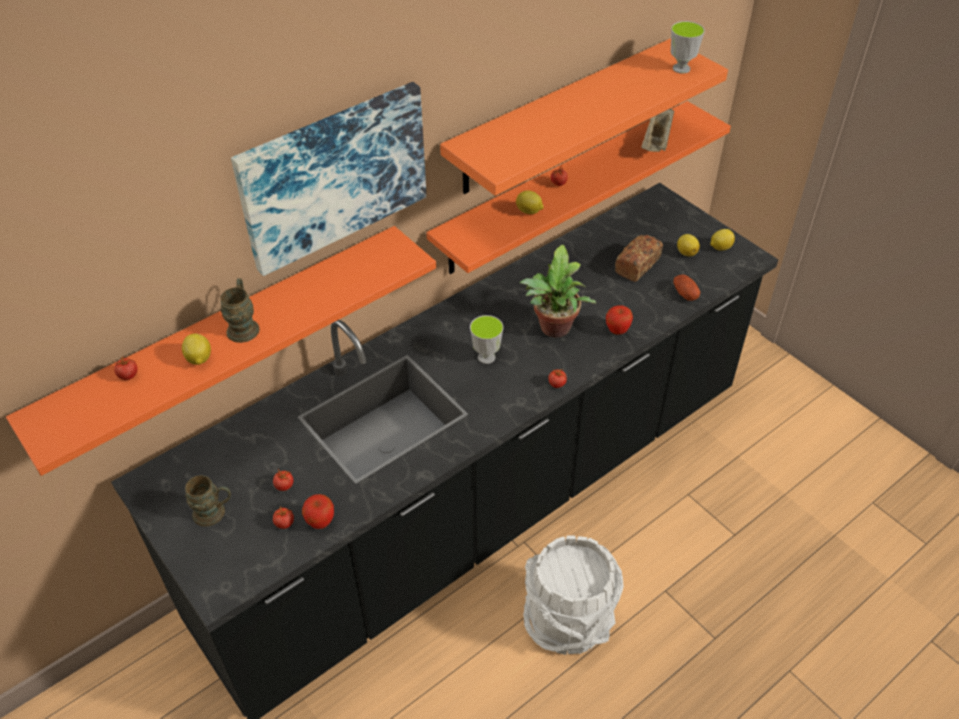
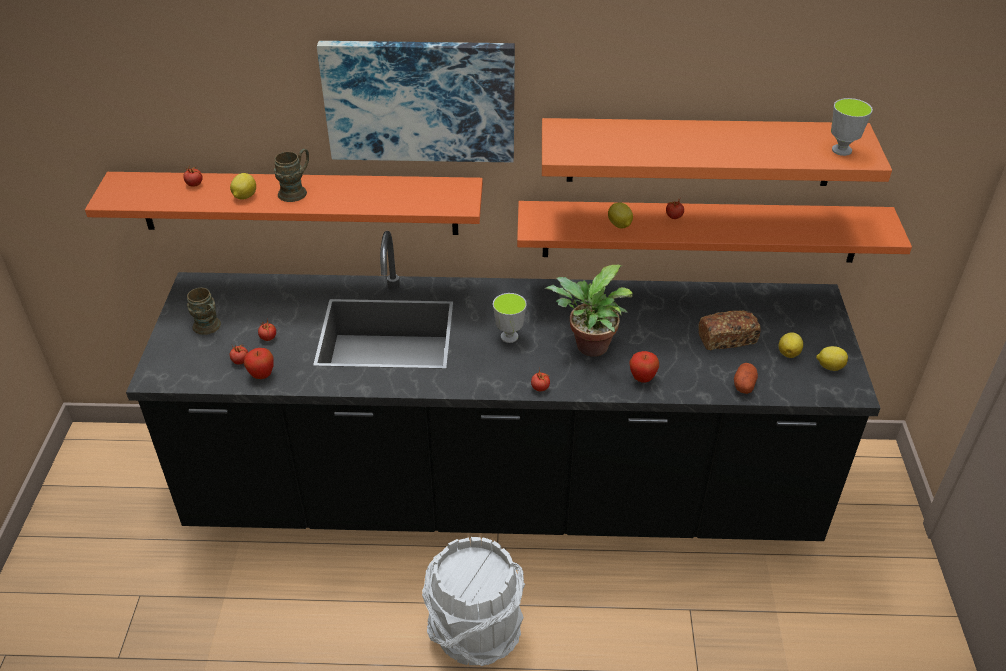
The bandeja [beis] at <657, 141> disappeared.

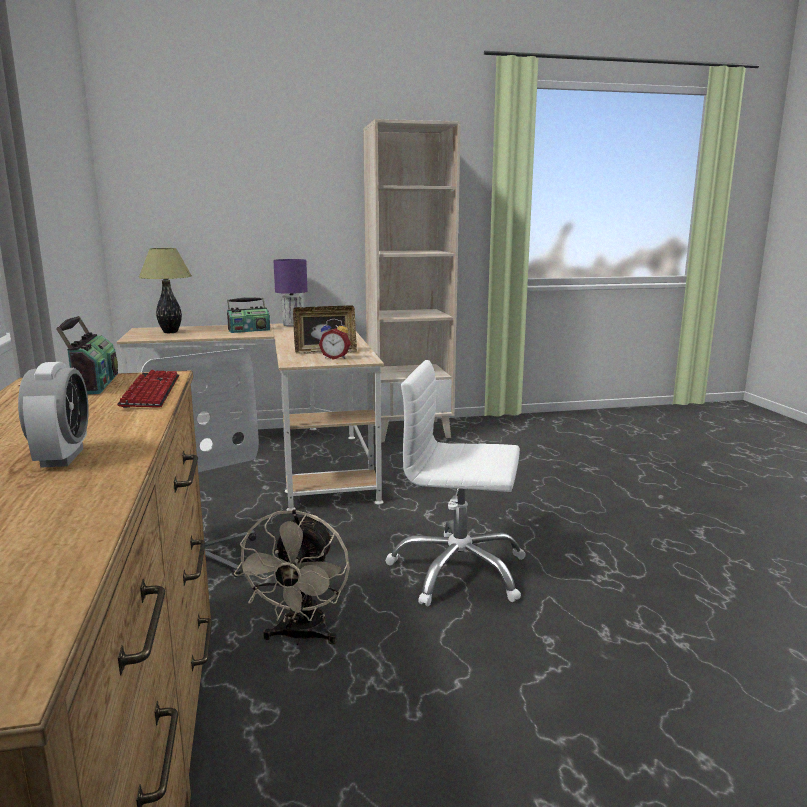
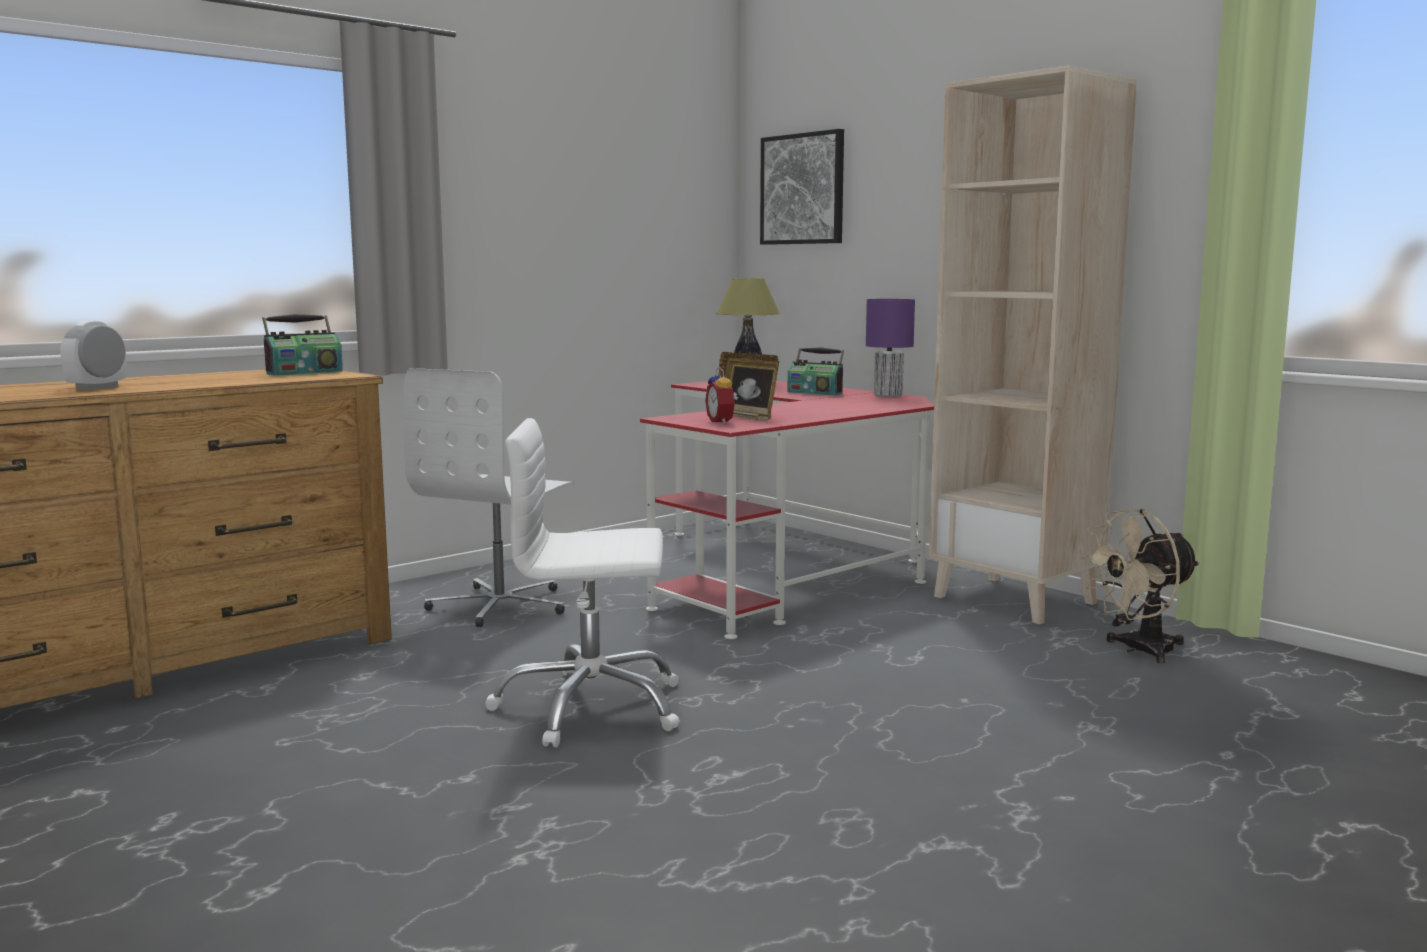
The teclado at <151, 392> disappeared.
The cuadro at <803, 189> appeared.
The ventilador [beis] moved from <301, 636> to <1138, 650>.
The escritorio [beis] at <274, 456> became the escritorio [rojo] at <789, 569>.
The despertador at <62, 458> turned 150 degrees clockwise.
The silla de oficina [blanco] at <458, 571> turned 75 degrees counterclockwise.

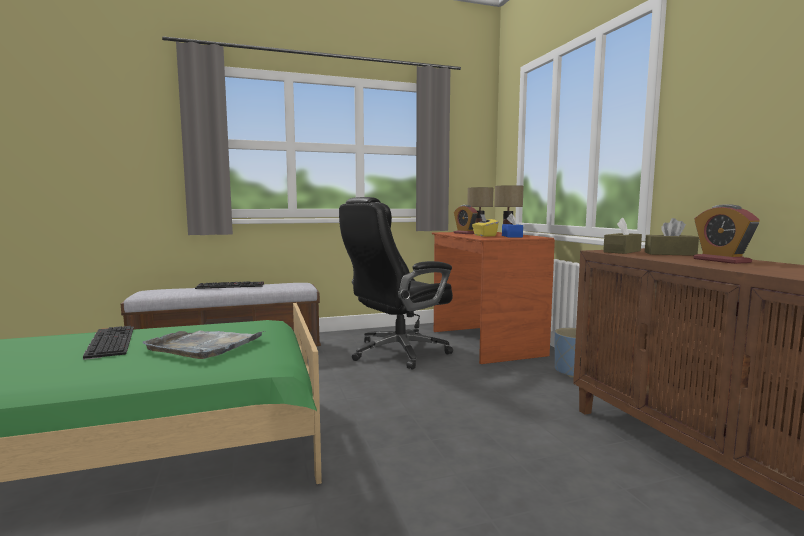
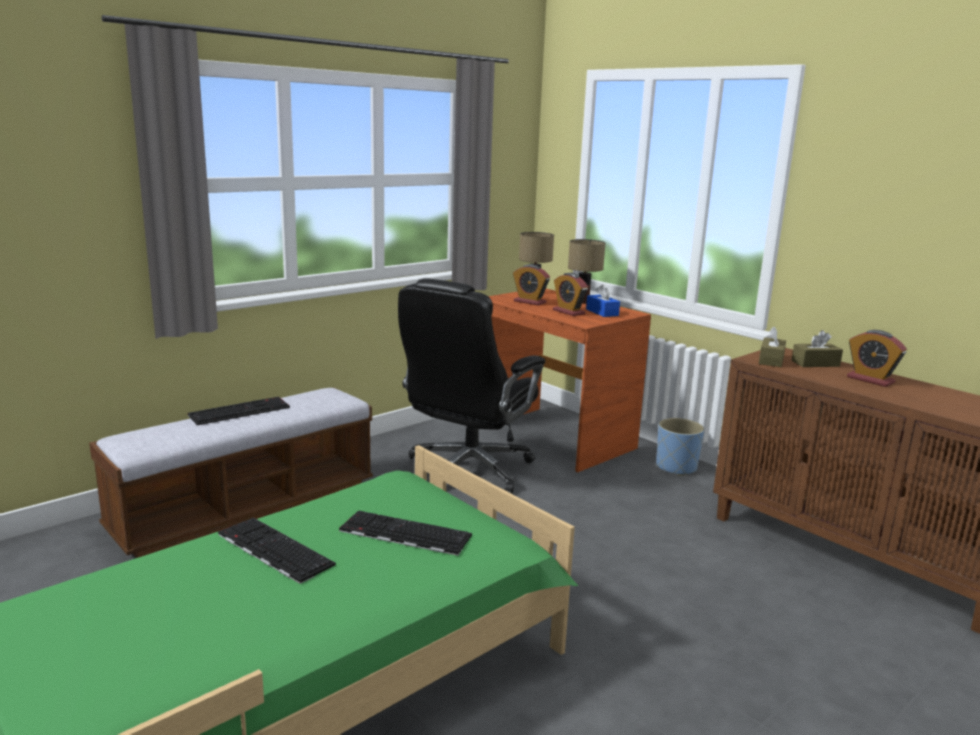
The bandeja [gris] at <204, 346> was replaced by the teclado at <403, 534>.
The caja de pañuelos [amarillo] at <484, 235> was replaced by the despertador at <568, 312>.

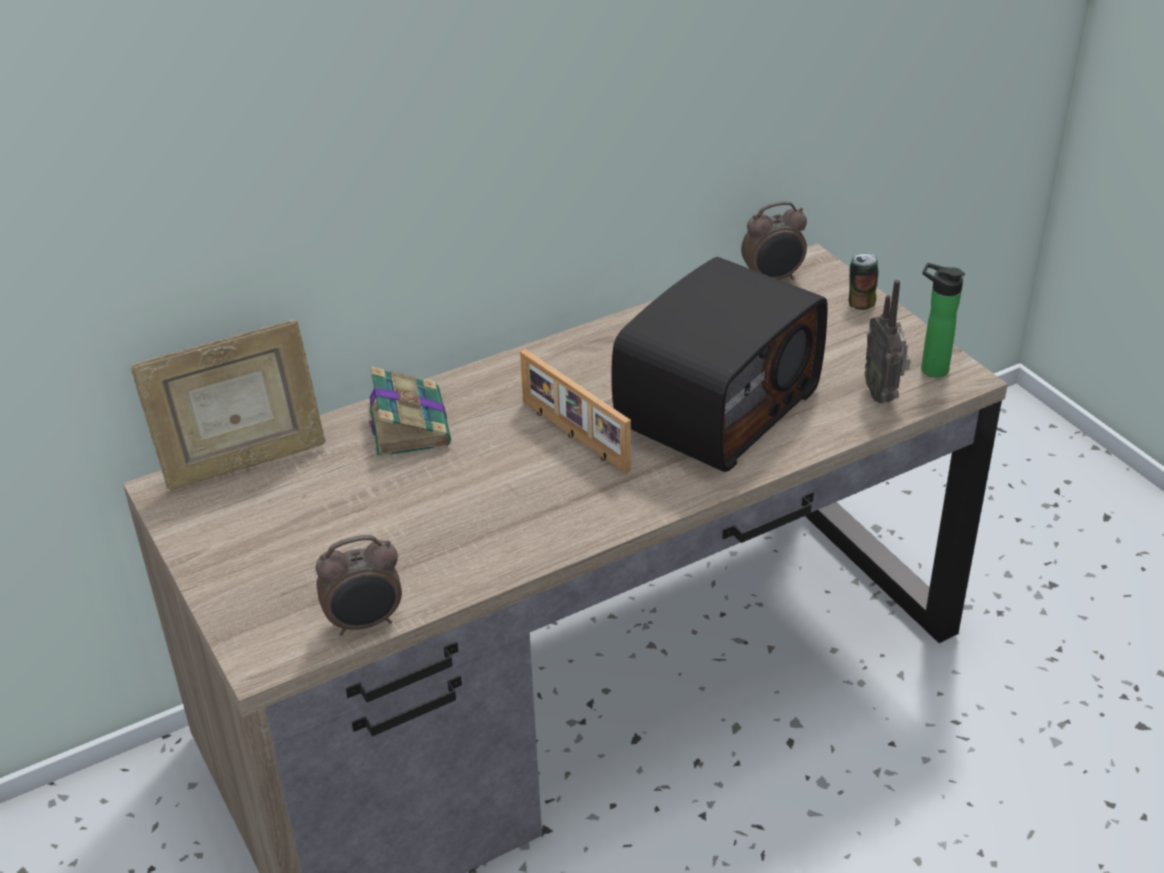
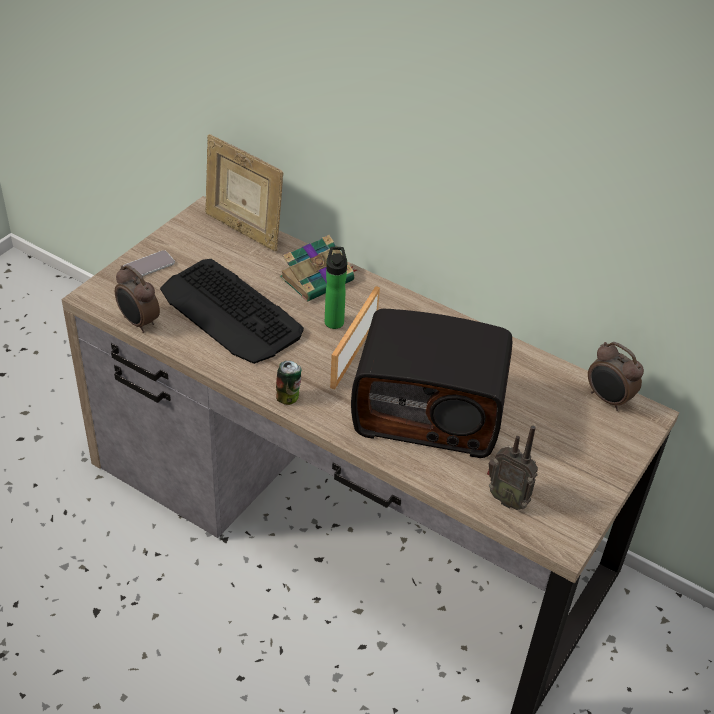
The móvil at <149, 266> appeared.
The teclado at <230, 312> appeared.
The lata moved from <861, 303> to <288, 397>.
The botella moved from <930, 368> to <334, 320>.
The radio at <883, 394> turned 105 degrees counterclockwise.

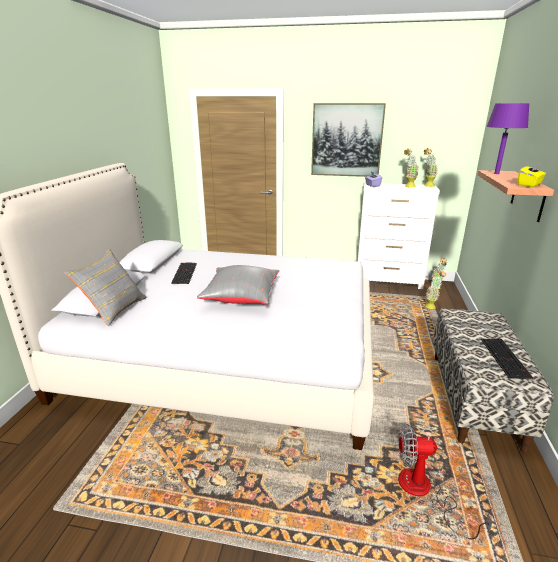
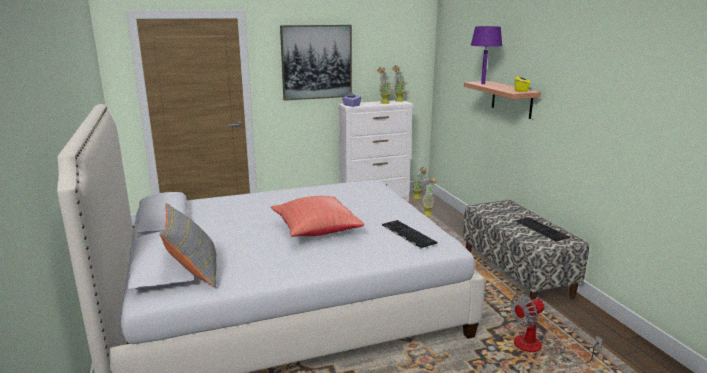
The teclado moved from <184, 273> to <407, 234>.
The cojín [gris] at <241, 297> became the cojín [rojo] at <315, 230>.

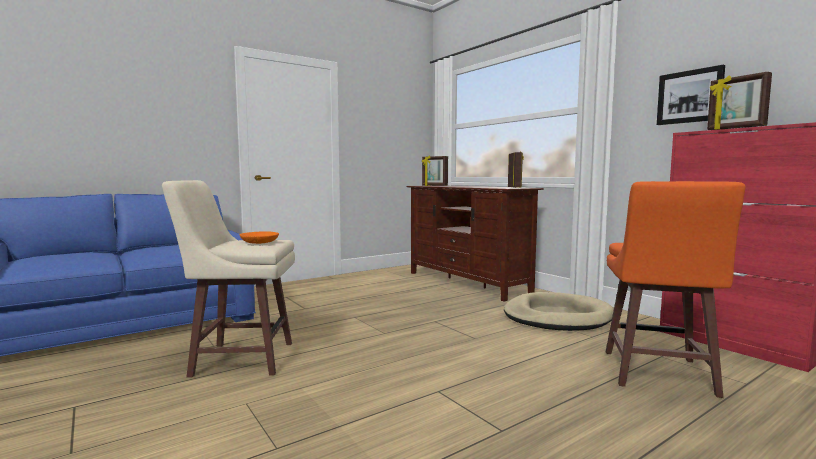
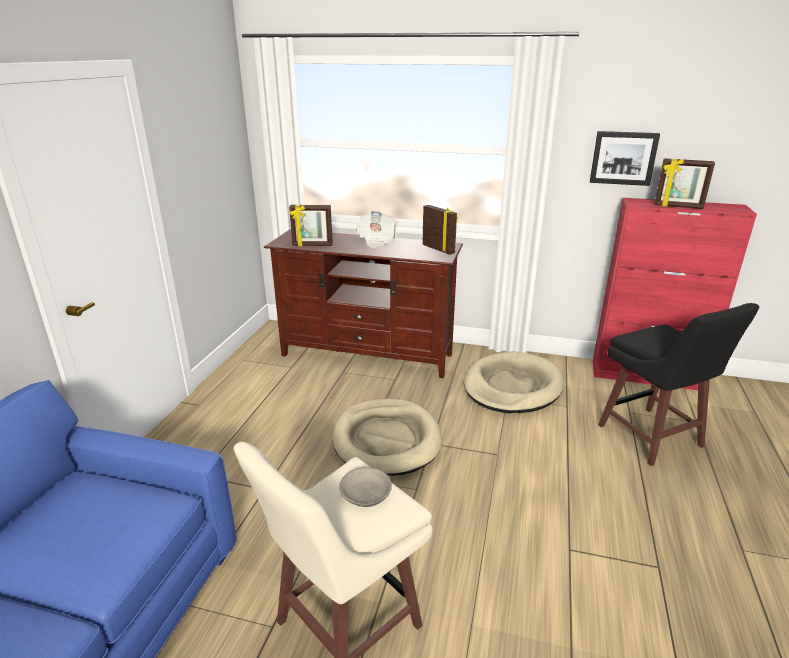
The cama para perro [beis] at <386, 440> appeared.
The periódico at <376, 241> appeared.
The cuenco [naranja] at <259, 242> became the cuenco [gris] at <365, 494>.
The taburete [naranja] at <657, 374> became the taburete [negro] at <651, 438>.

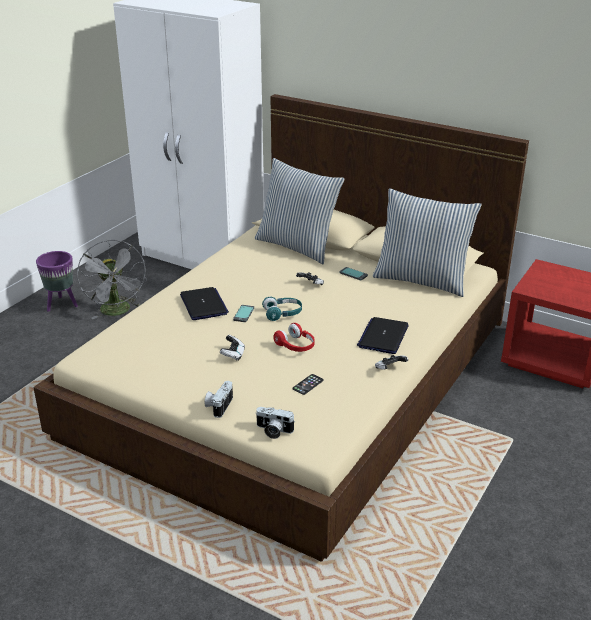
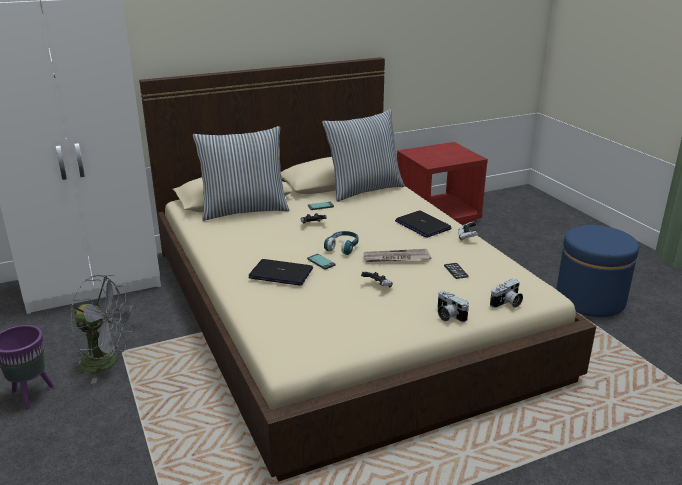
The puf [azul] at <590, 300> appeared.
The auriculares [rojo] at <295, 346> was replaced by the periódico at <396, 258>.

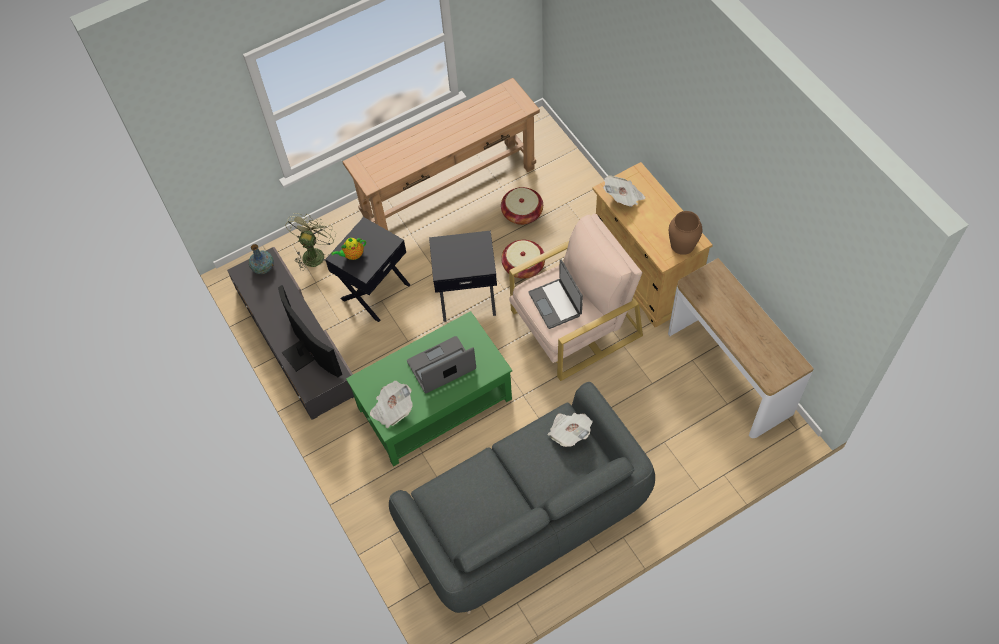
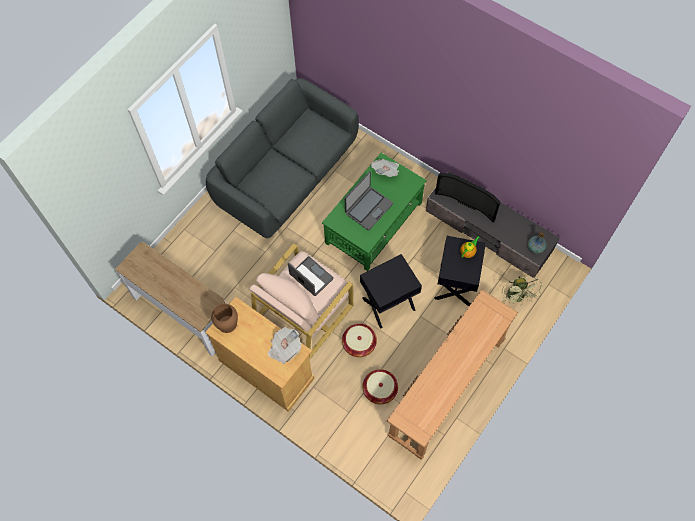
The periódico at <569, 432> disappeared.

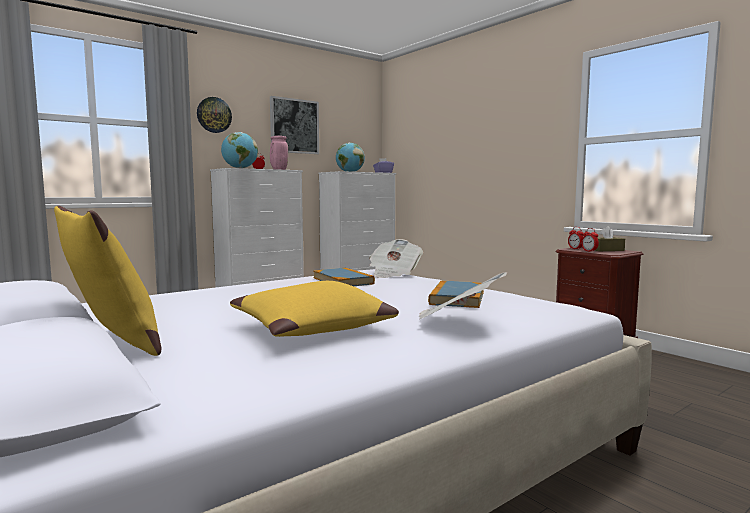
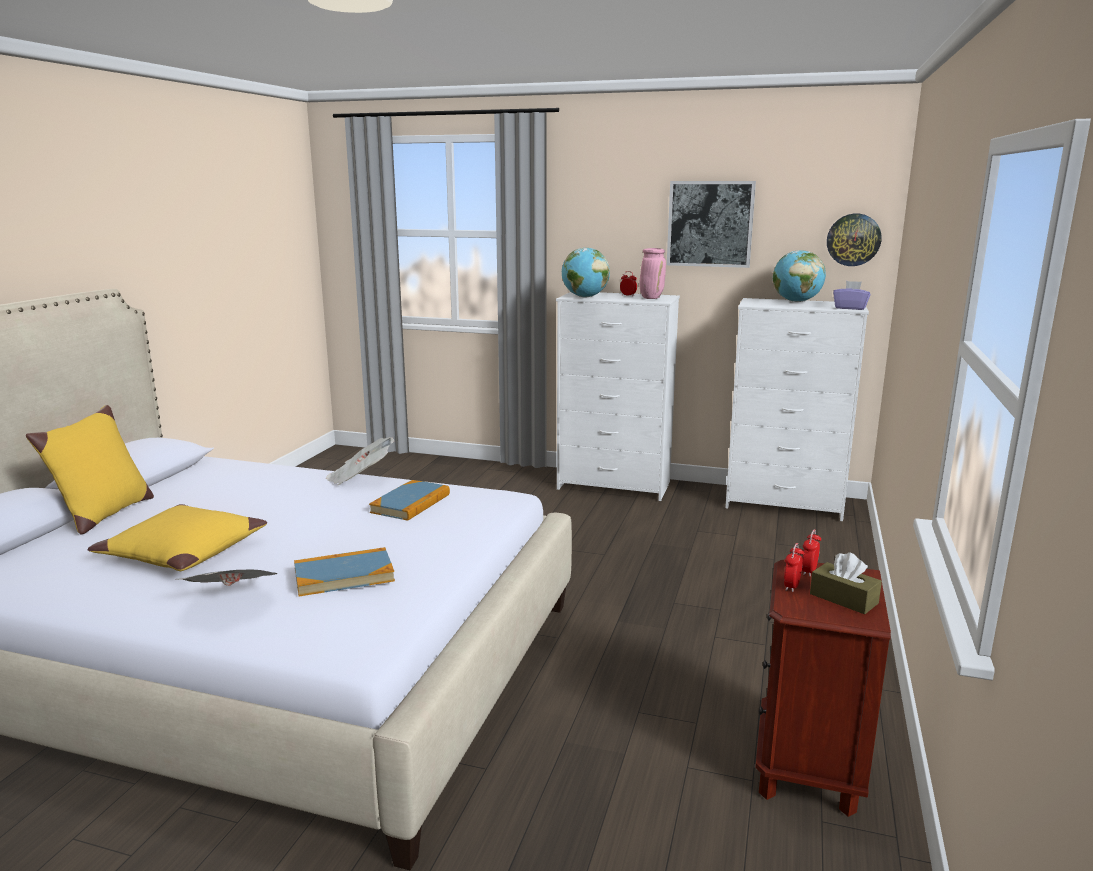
The reloj de pared moved from <214, 115> to <853, 239>.
The periódico moved from <394, 273> to <360, 478>.

